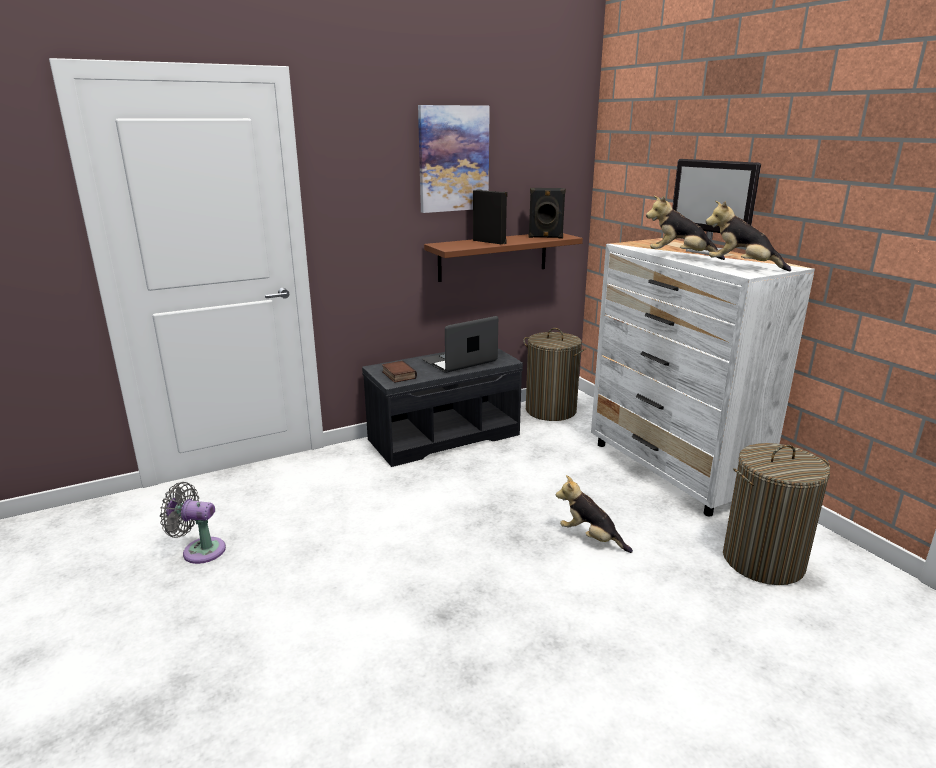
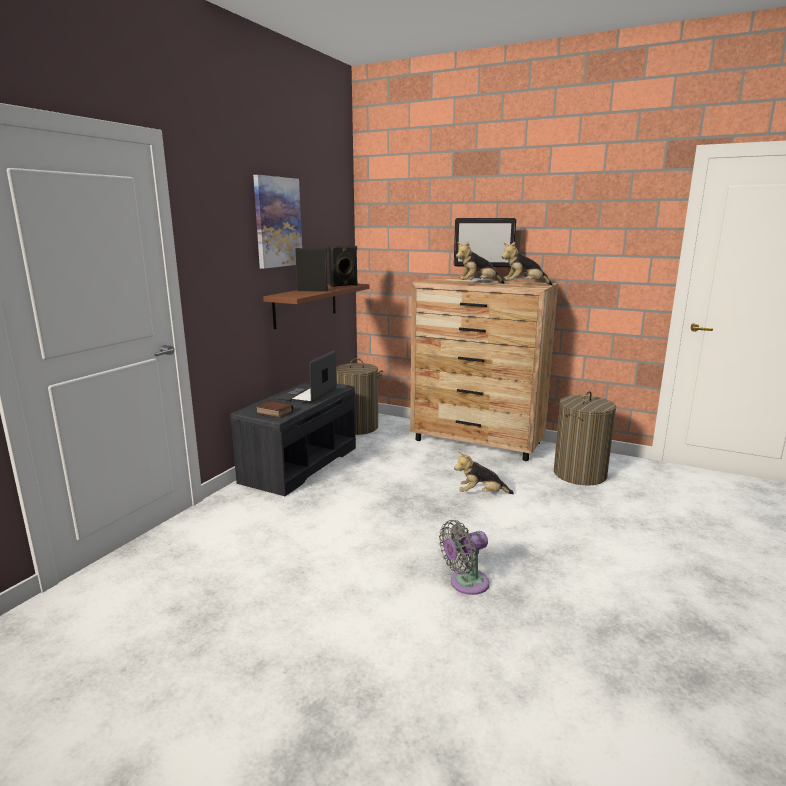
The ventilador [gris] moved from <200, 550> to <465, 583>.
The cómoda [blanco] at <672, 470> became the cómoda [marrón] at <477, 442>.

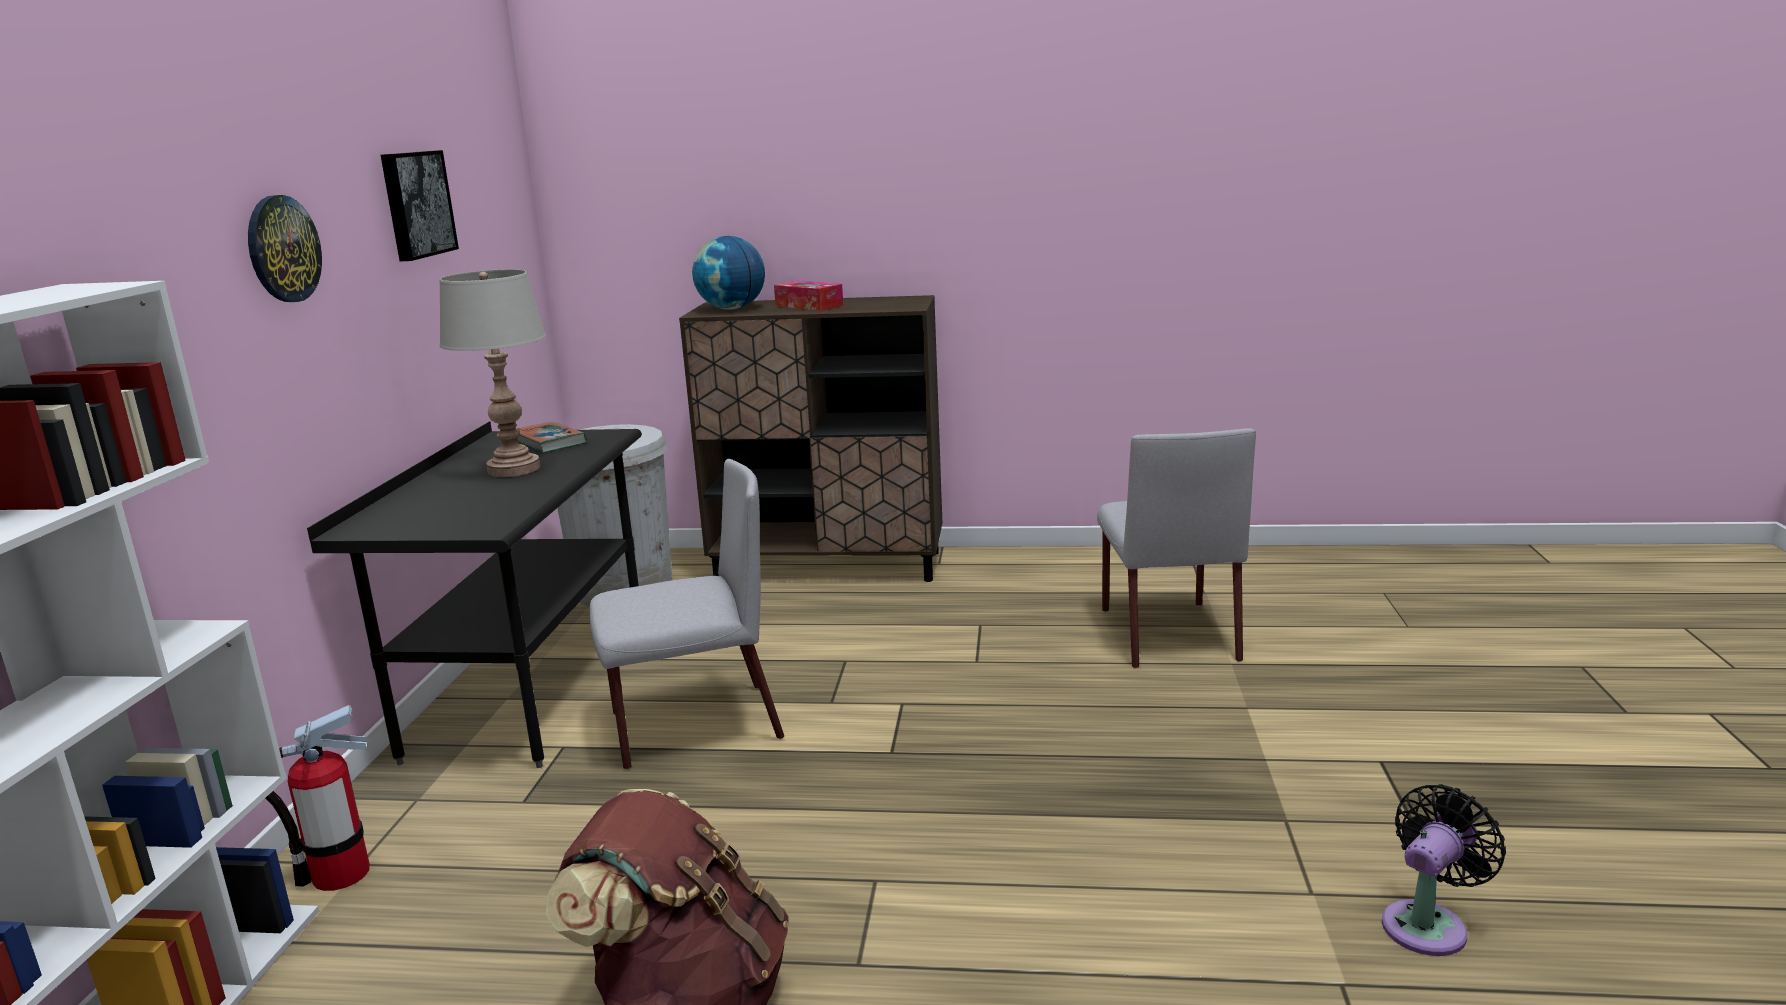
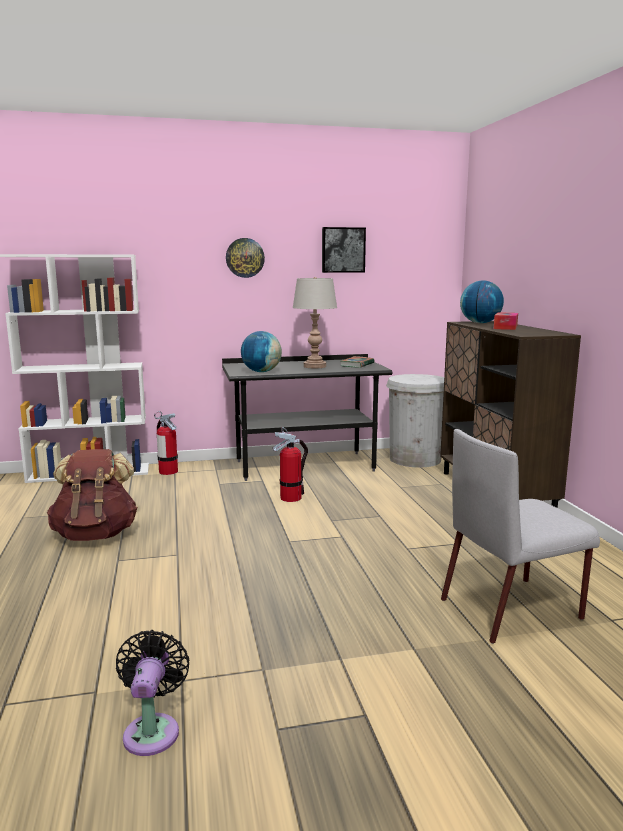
The globo terráqueo at <261, 372> appeared.
The silla [gris] at <692, 726> was replaced by the extintor at <291, 498>.
The ventilador [negro] at <1428, 924> turned 120 degrees counterclockwise.

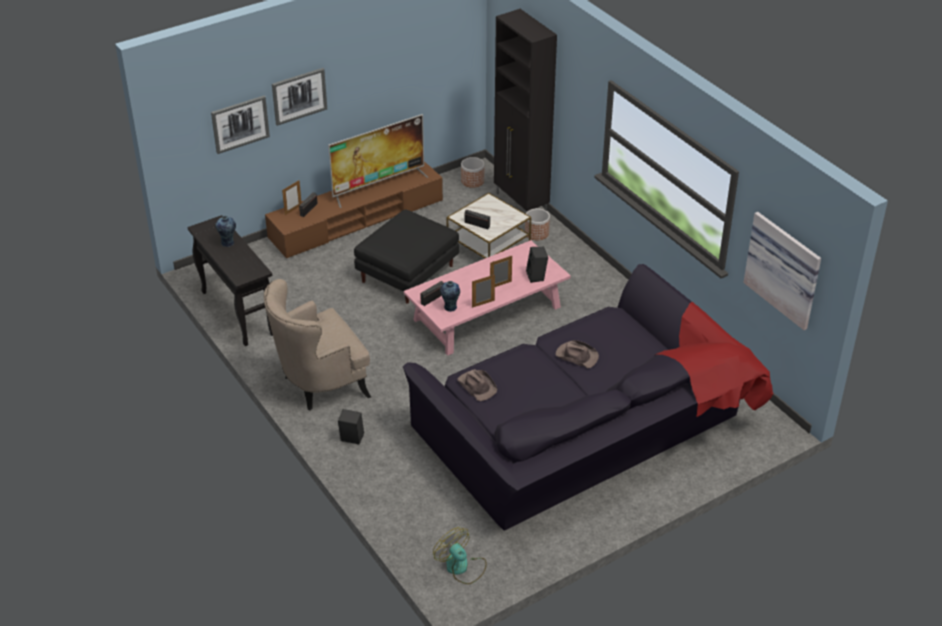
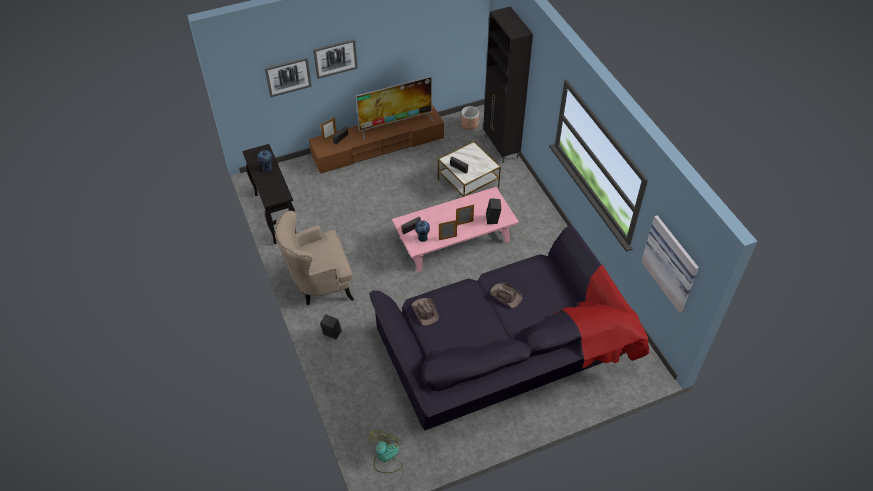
The puf [negro] at <408, 273> disappeared.
The maceta at <536, 233> disappeared.
The ventilador at <461, 567> turned 45 degrees clockwise.

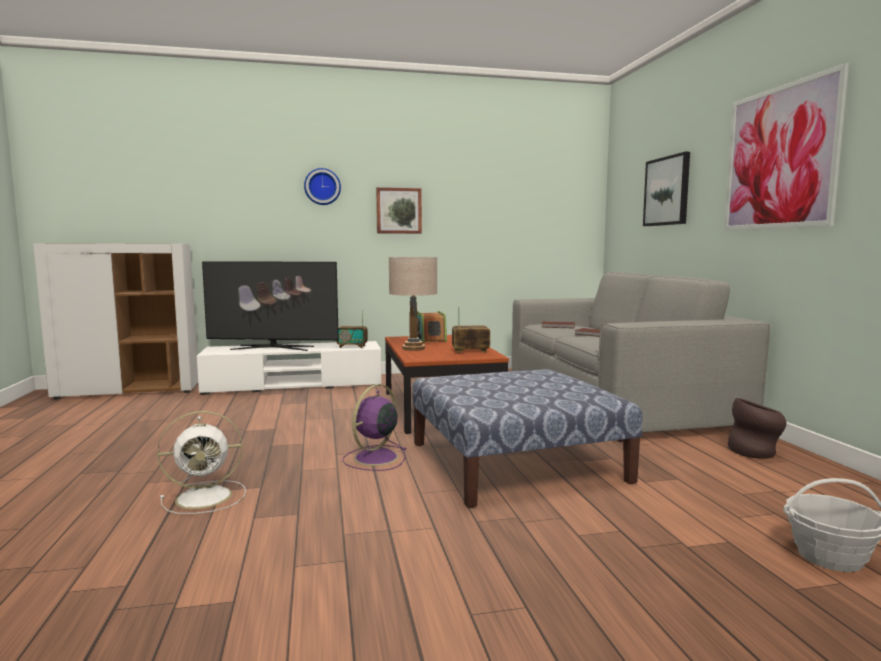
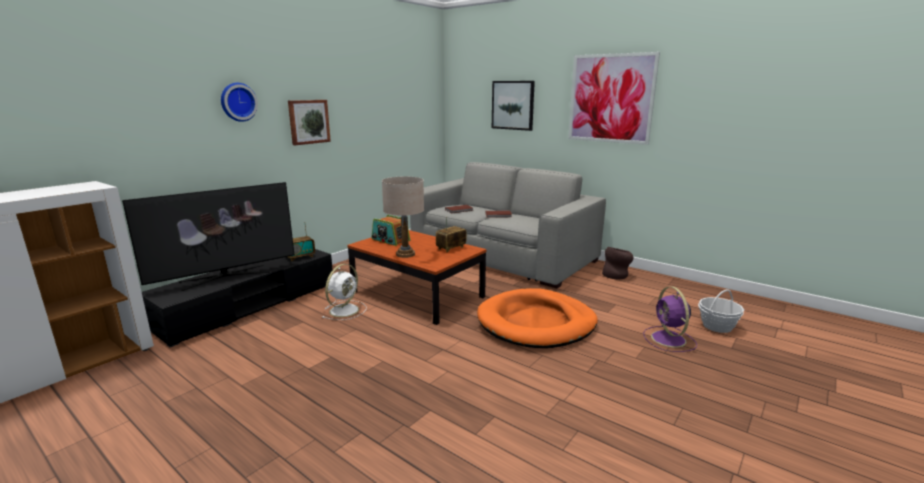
The ventilador [blanco] moved from <206, 497> to <345, 310>.
The ventilador [morado] moved from <374, 458> to <669, 340>.
The puf at <517, 462> was replaced by the cama para perro [naranja] at <536, 323>.
The mueble de televisión [blanco] at <294, 384> became the mueble de televisión [negro] at <249, 306>.

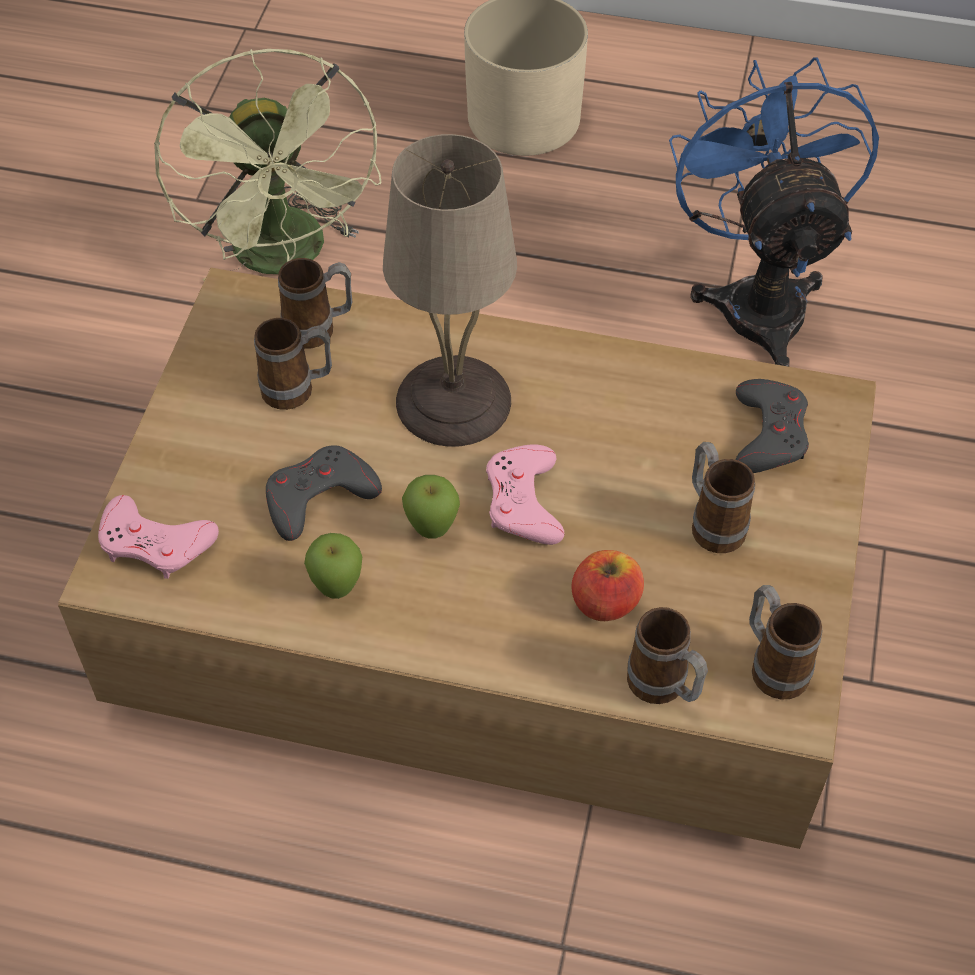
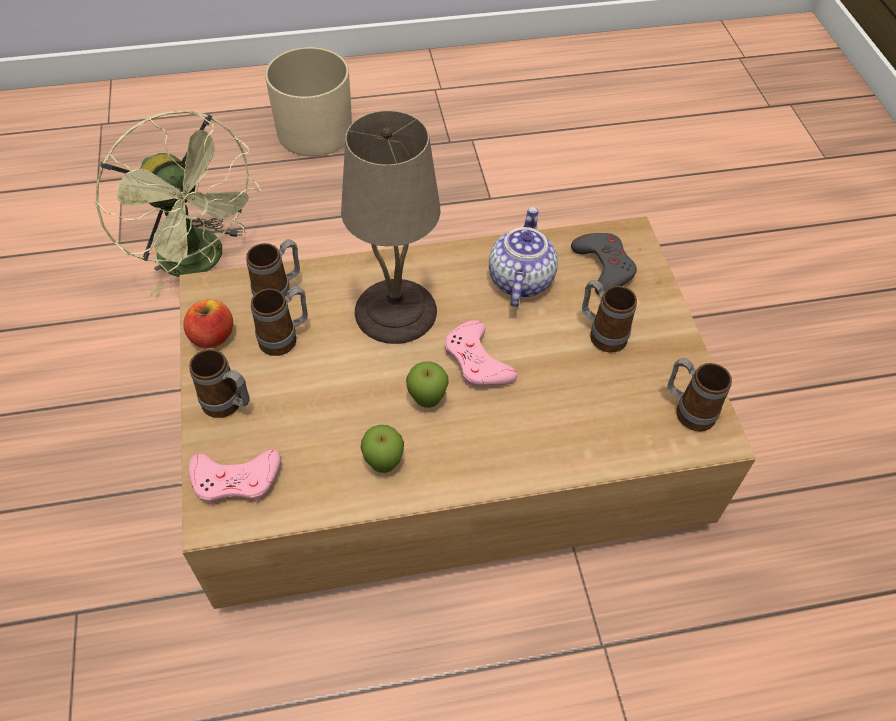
The mando de consola [gris] at <318, 497> disappeared.
The ventilador [azul] at <757, 298> disappeared.
The tetera at <519, 279> appeared.
The manzana moved from <605, 602> to <212, 336>.
The taza grande moved from <664, 688> to <228, 406>.

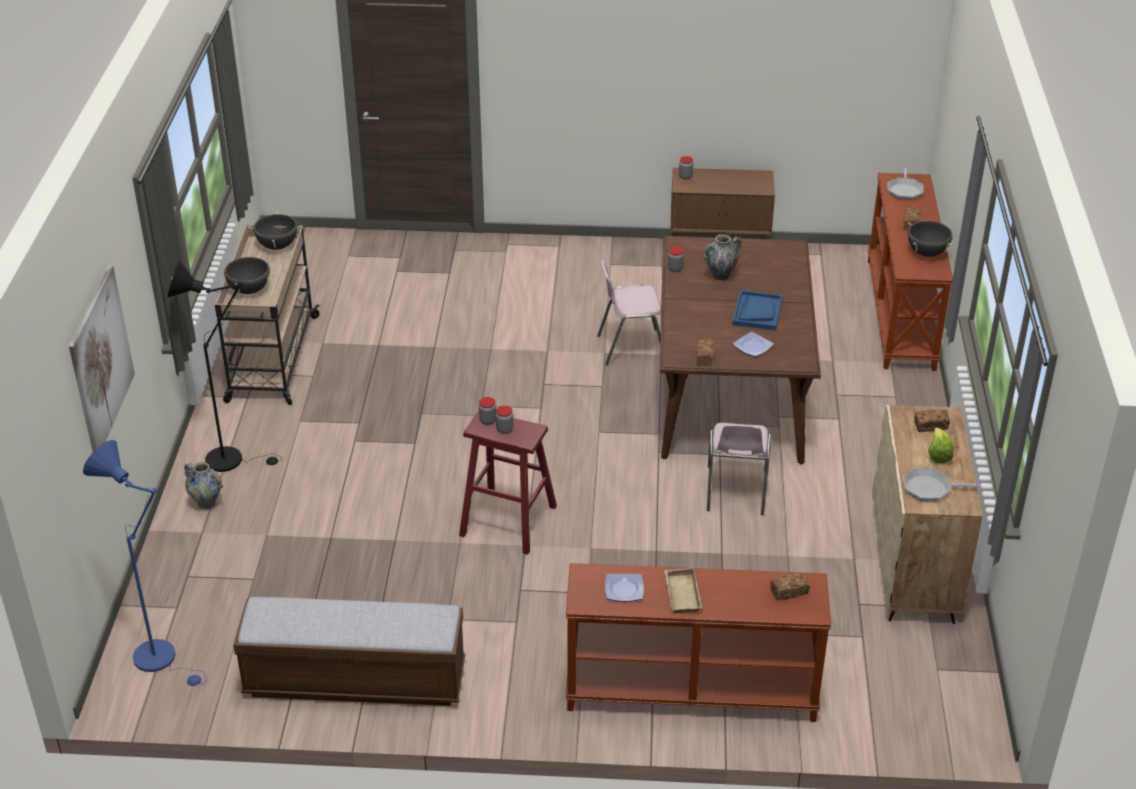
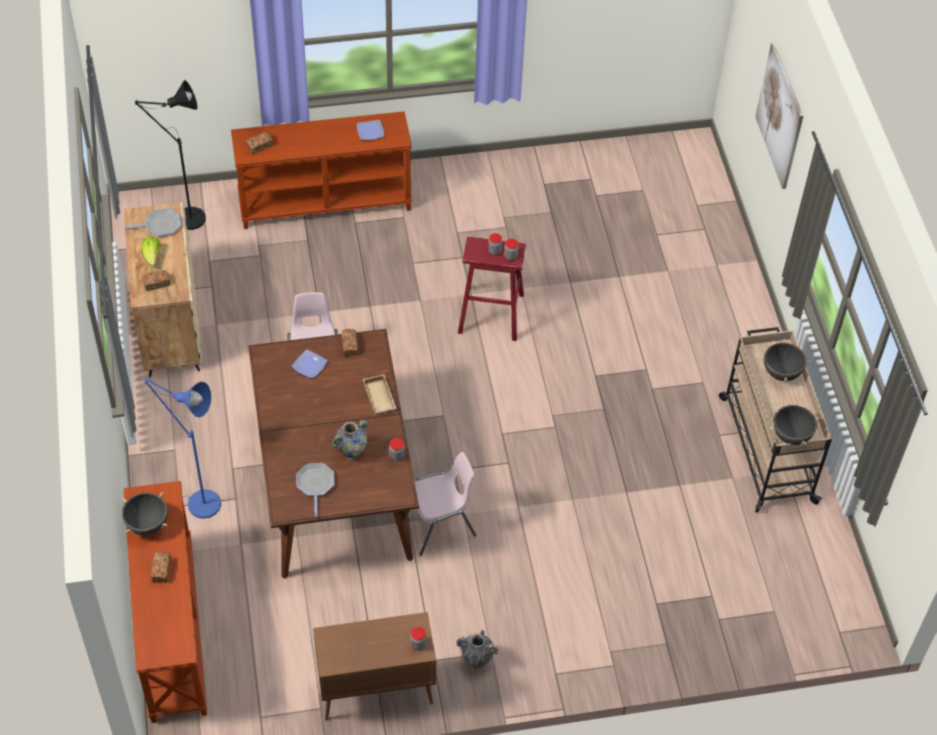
The banco at <355, 680> disappeared.
The bandeja [azul] at <757, 312> disappeared.
The lámpara de pie [azul] moved from <161, 659> to <197, 503>.
The lámpara de pie [negro] moved from <231, 459> to <185, 220>.
The florero moved from <207, 503> to <476, 661>.
The bandeja [beis] moved from <680, 594> to <381, 397>.
The sartén moved from <904, 190> to <315, 484>.

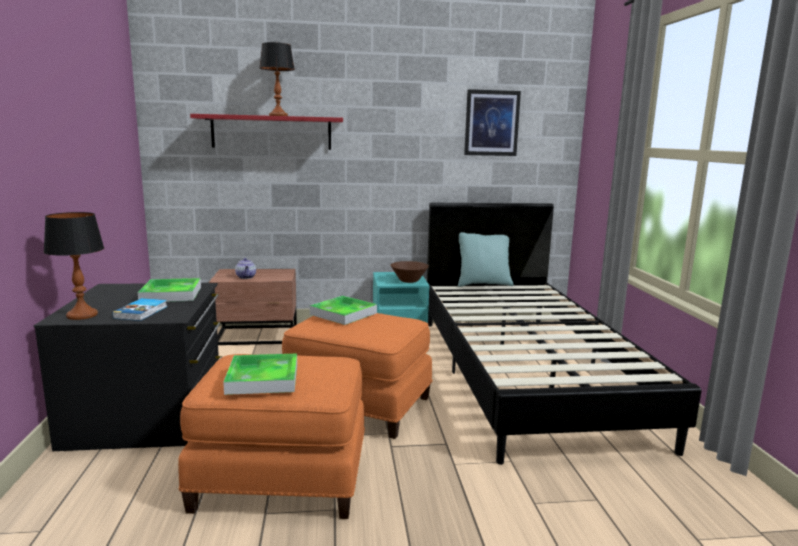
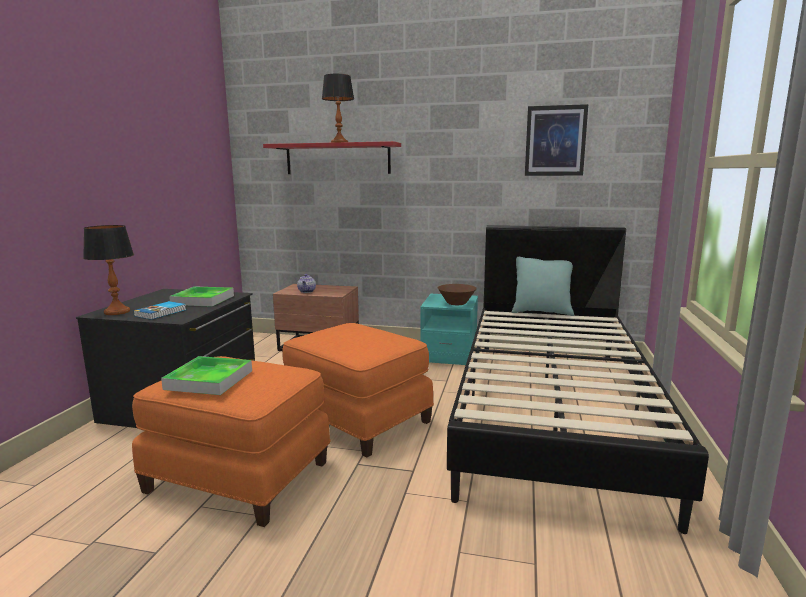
The bandeja at <343, 314> disappeared.

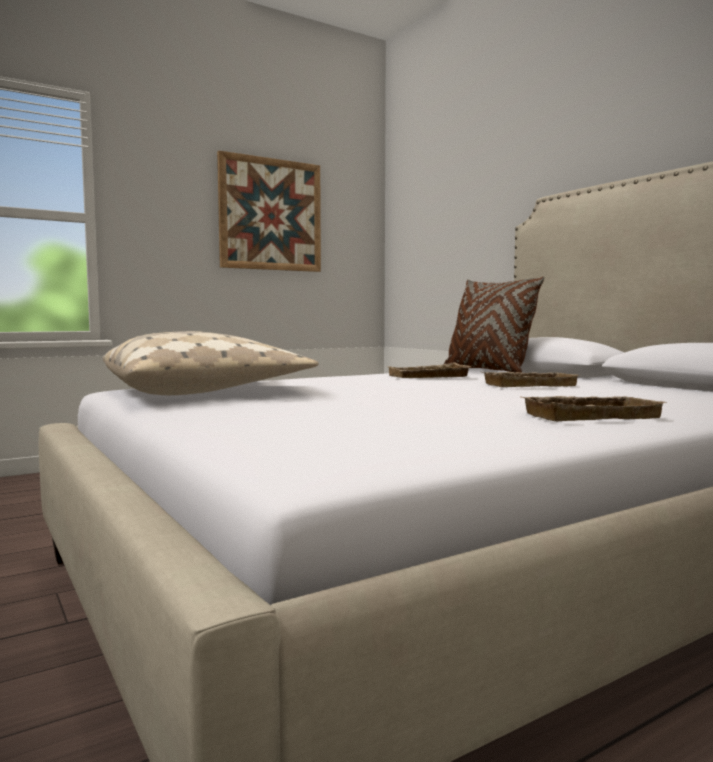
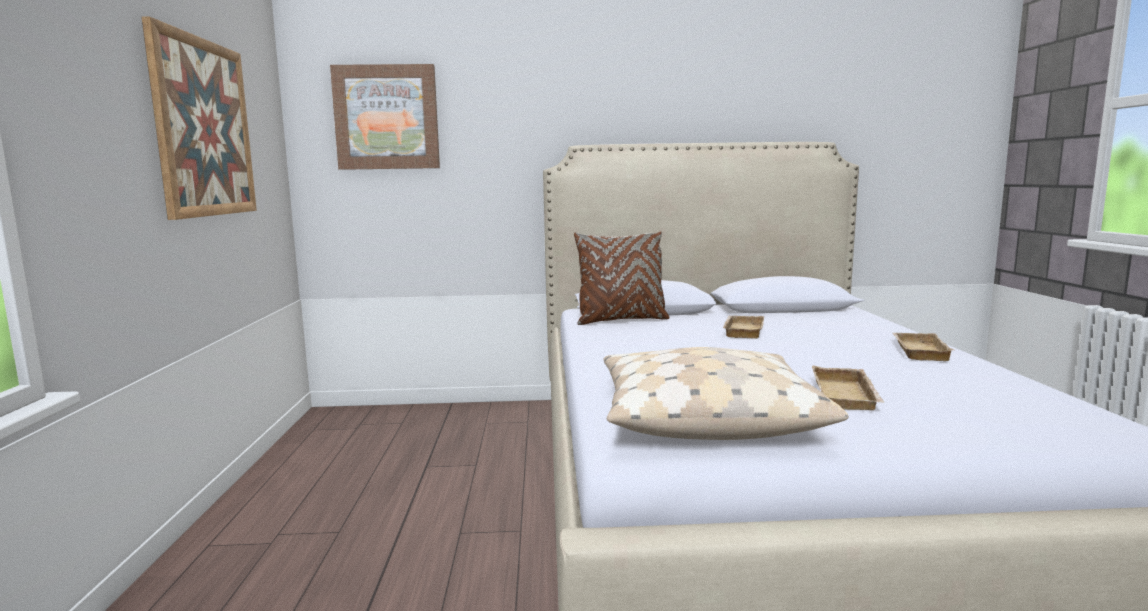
The cuadro at <387, 117> appeared.
The bandeja [beis] moved from <428, 377> to <847, 396>.

